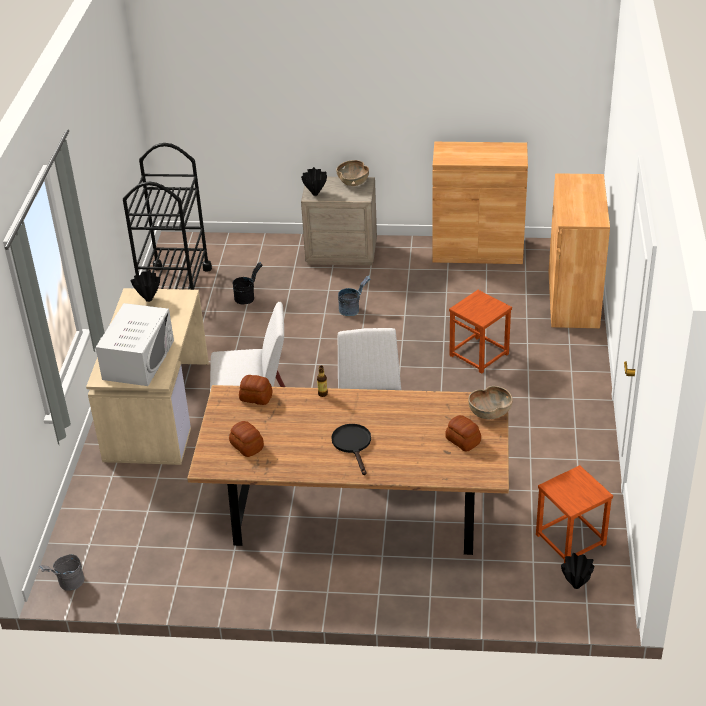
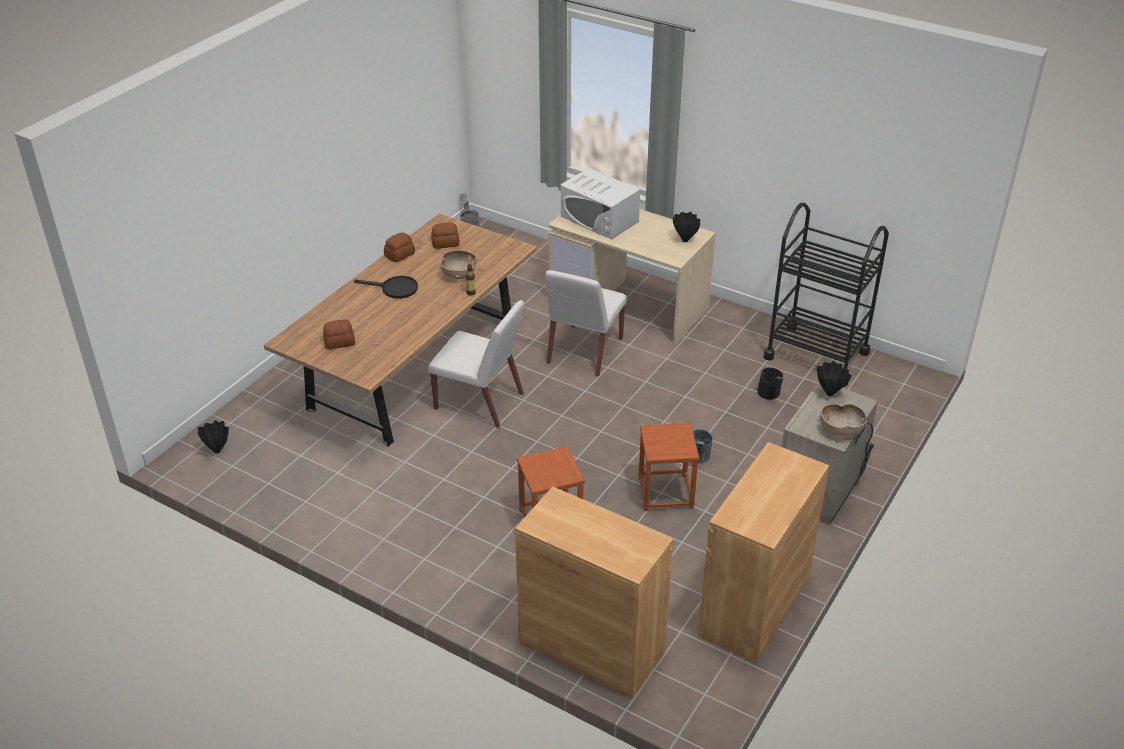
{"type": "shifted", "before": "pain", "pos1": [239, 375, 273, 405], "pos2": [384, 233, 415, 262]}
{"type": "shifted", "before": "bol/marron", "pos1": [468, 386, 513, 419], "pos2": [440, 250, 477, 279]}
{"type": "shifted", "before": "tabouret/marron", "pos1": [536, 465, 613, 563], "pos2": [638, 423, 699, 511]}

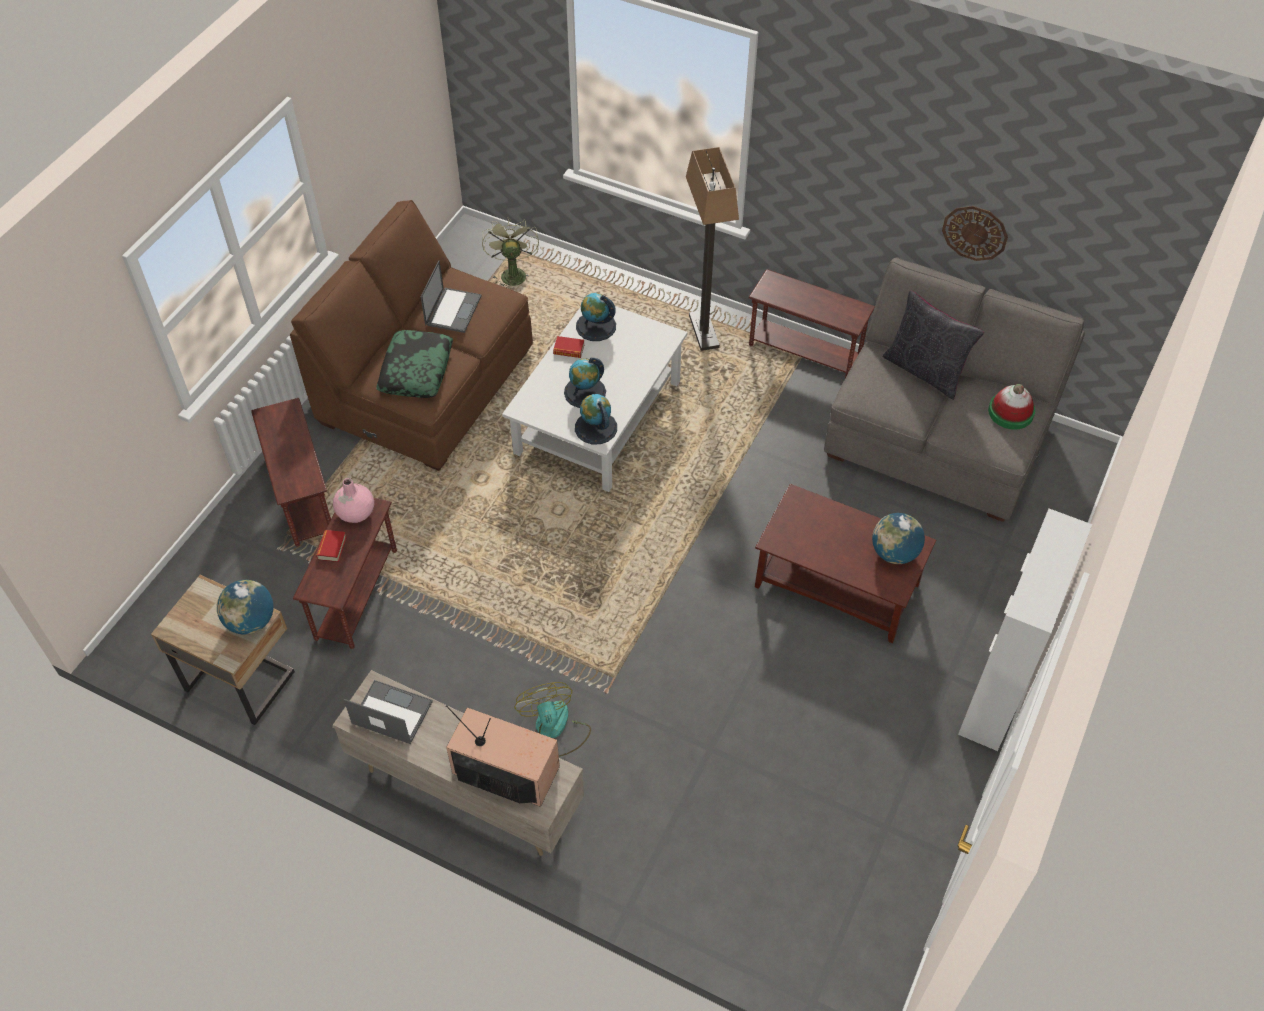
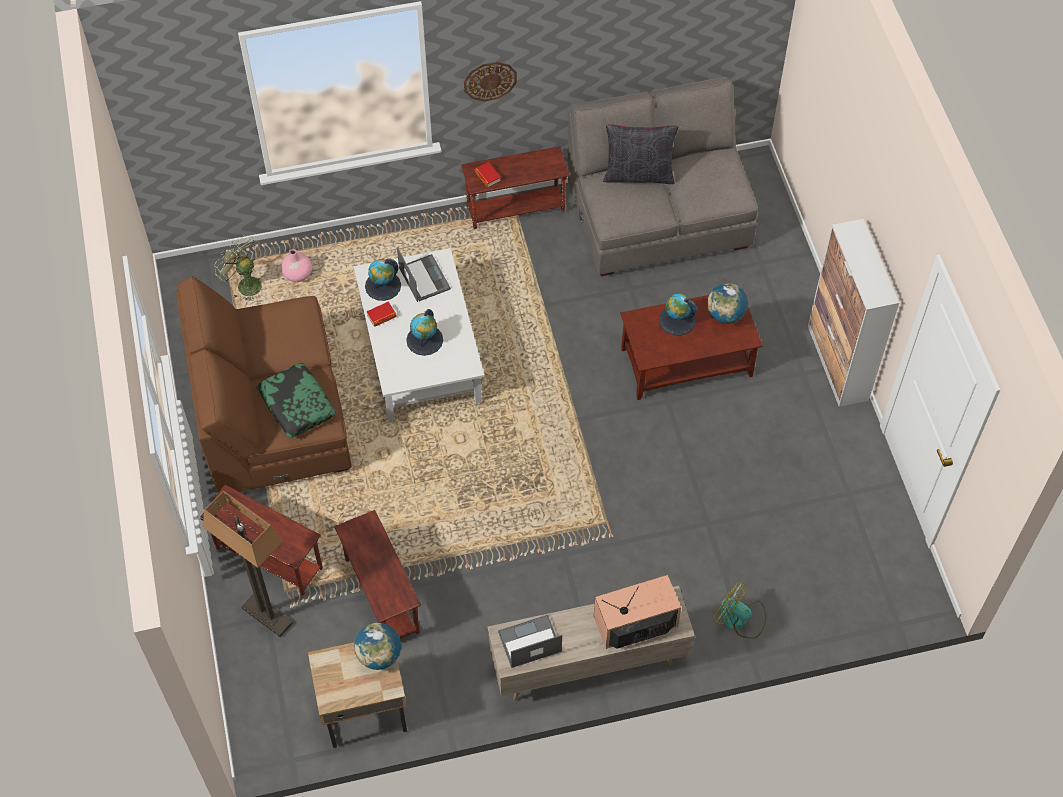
{"type": "gone", "before": "chapeau", "pos1": [988, 384, 1035, 430]}
{"type": "shifted", "before": "livre", "pos1": [316, 530, 347, 562], "pos2": [474, 162, 501, 187]}
{"type": "shifted", "before": "vase/rose", "pos1": [333, 478, 374, 523], "pos2": [281, 249, 312, 282]}
{"type": "shifted", "before": "ordinateur portable", "pos1": [421, 261, 481, 333], "pos2": [397, 247, 451, 302]}
{"type": "shifted", "before": "ventilateur", "pos1": [514, 682, 591, 757], "pos2": [713, 582, 766, 639]}
{"type": "shifted", "before": "globe", "pos1": [575, 394, 617, 444], "pos2": [659, 293, 697, 336]}
{"type": "shifted", "before": "lampadaire", "pos1": [686, 147, 739, 351], "pos2": [203, 490, 293, 637]}
{"type": "shifted", "before": "horloge murale", "pos1": [942, 206, 1008, 261], "pos2": [464, 62, 517, 102]}

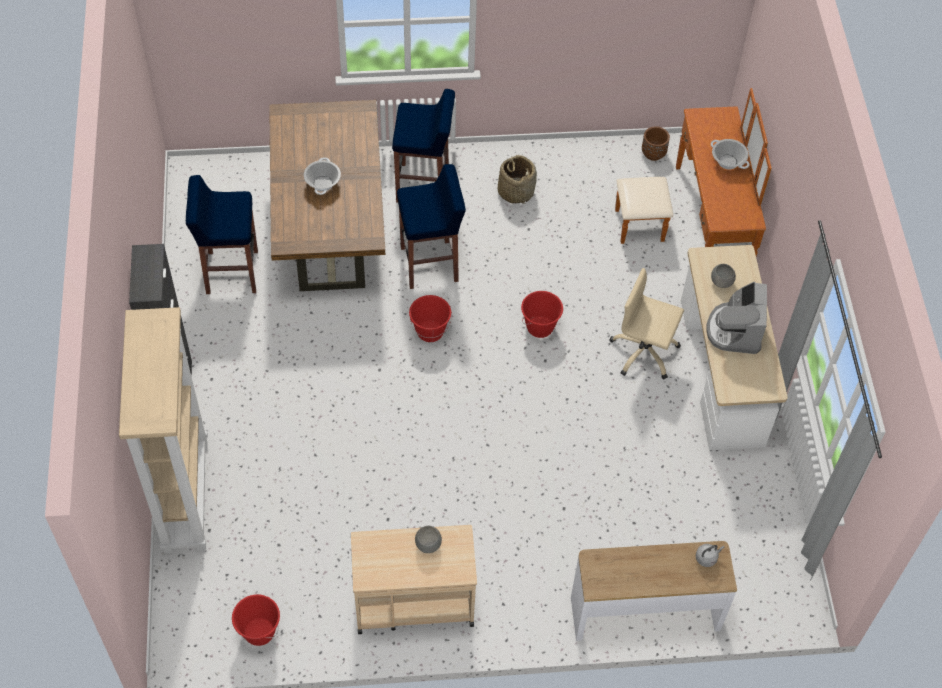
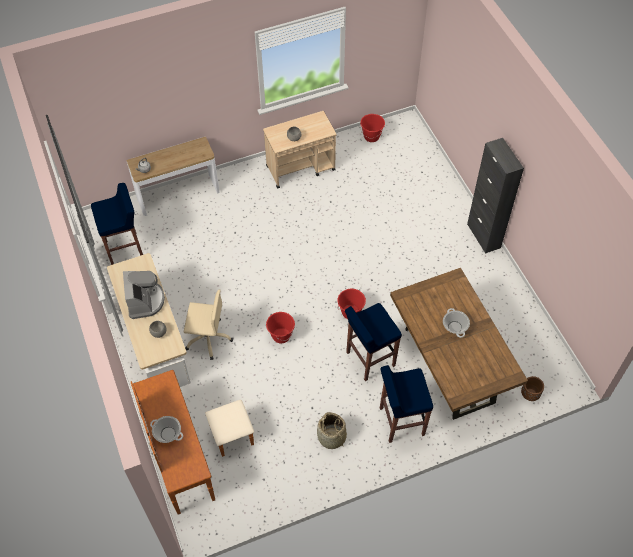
{"type": "gone", "before": "bibliothèque/beige", "pos1": [119, 307, 208, 553]}
{"type": "shifted", "before": "tabouret/bleu", "pos1": [186, 175, 258, 294], "pos2": [91, 183, 143, 265]}
{"type": "shifted", "before": "cache-pot/marron", "pos1": [642, 126, 670, 161], "pos2": [521, 376, 544, 401]}

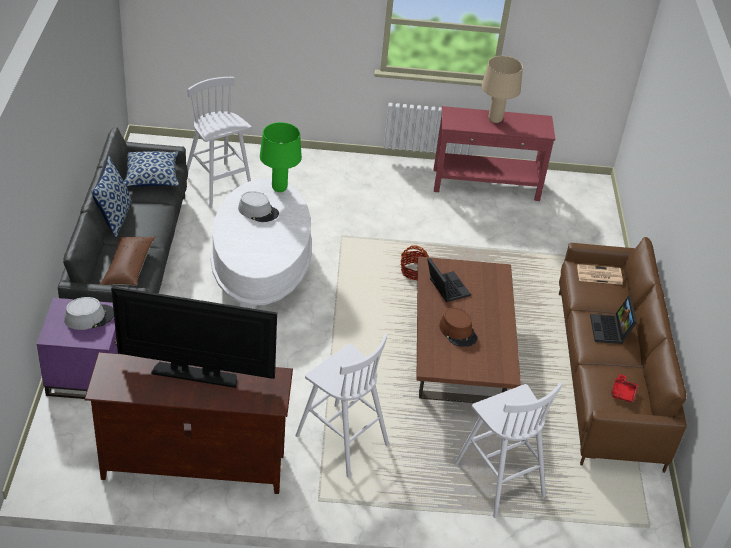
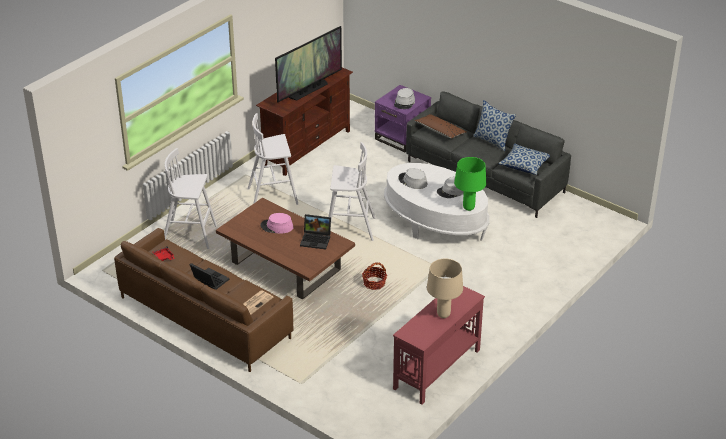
{"type": "new", "after": "chapeau/gris", "pos2": [398, 168, 427, 189]}
{"type": "shifted", "before": "tabouret/blanc", "pos1": [187, 77, 252, 208], "pos2": [328, 142, 375, 241]}
{"type": "repainted", "before": "chapeau/marron", "after": "chapeau/rose", "pos1": [439, 307, 477, 347], "pos2": [260, 213, 293, 234]}

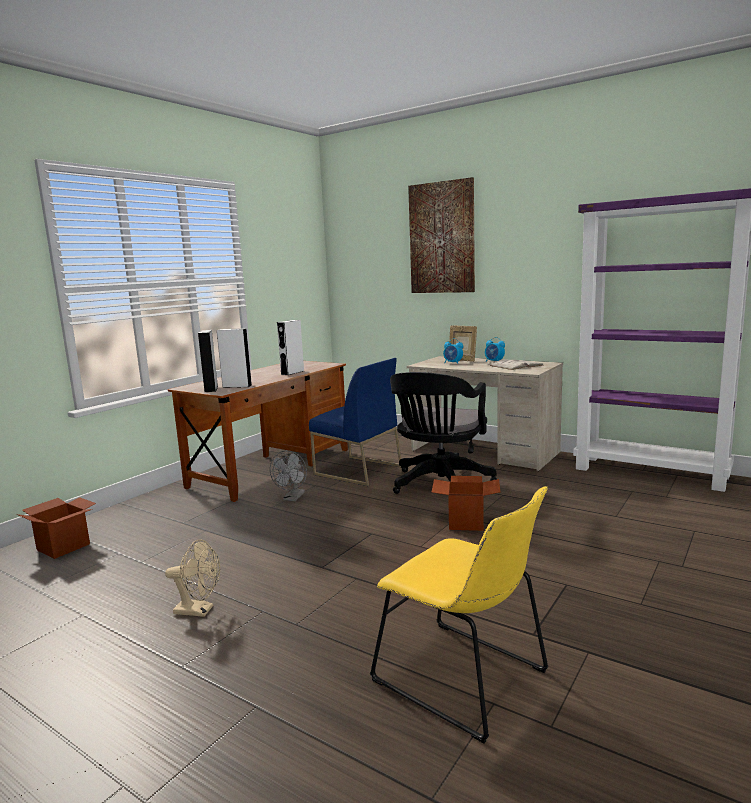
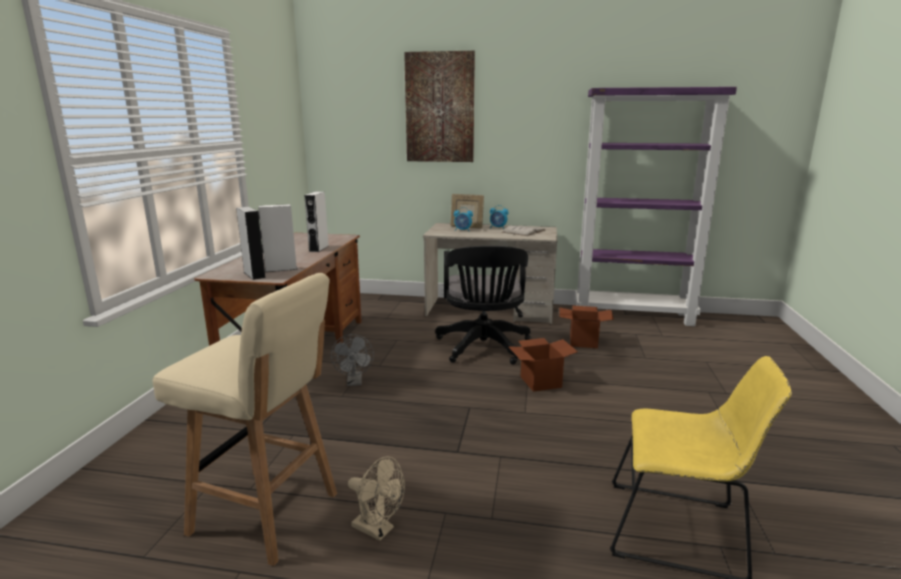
{"type": "gone", "before": "chaise/bleu", "pos1": [309, 358, 401, 486]}
{"type": "new", "after": "tabouret/beige", "pos2": [153, 273, 337, 566]}
{"type": "shifted", "before": "carton", "pos1": [17, 497, 96, 559], "pos2": [559, 305, 614, 348]}
{"type": "rotated", "before": "ventilateur/beige", "pos1": [165, 539, 220, 617], "pos2": [348, 456, 405, 541], "turn": 45}

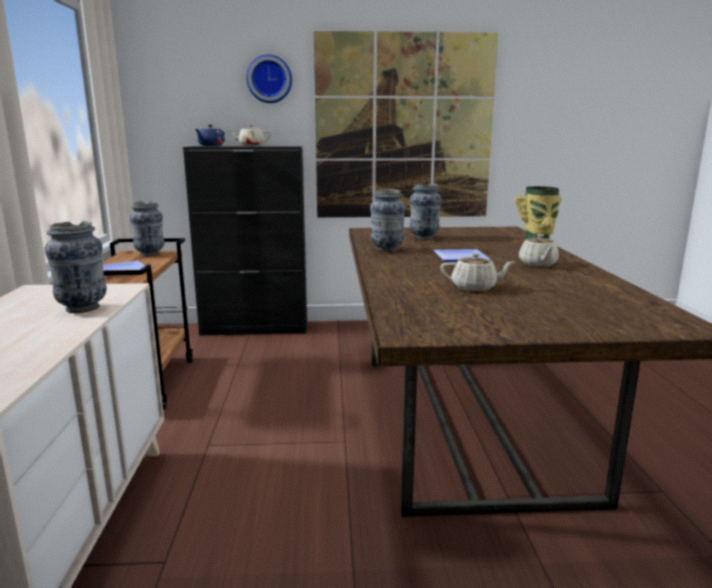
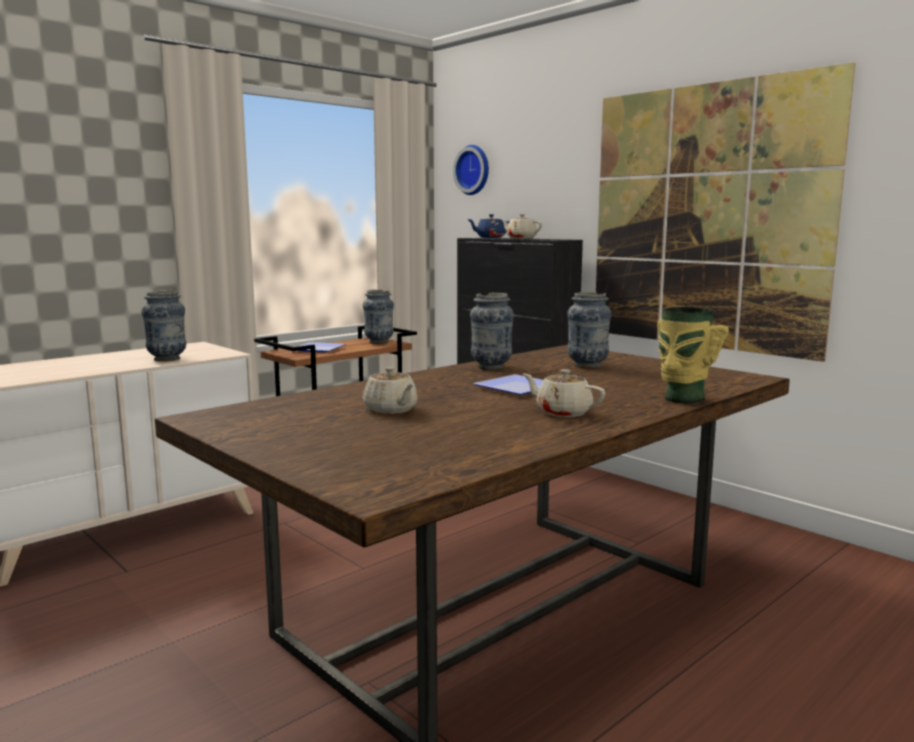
{"type": "shifted", "before": "horloge murale", "pos1": [246, 54, 292, 103], "pos2": [453, 145, 489, 195]}
{"type": "rotated", "before": "théière/beige", "pos1": [519, 234, 559, 267], "pos2": [523, 369, 605, 417], "turn": 75}

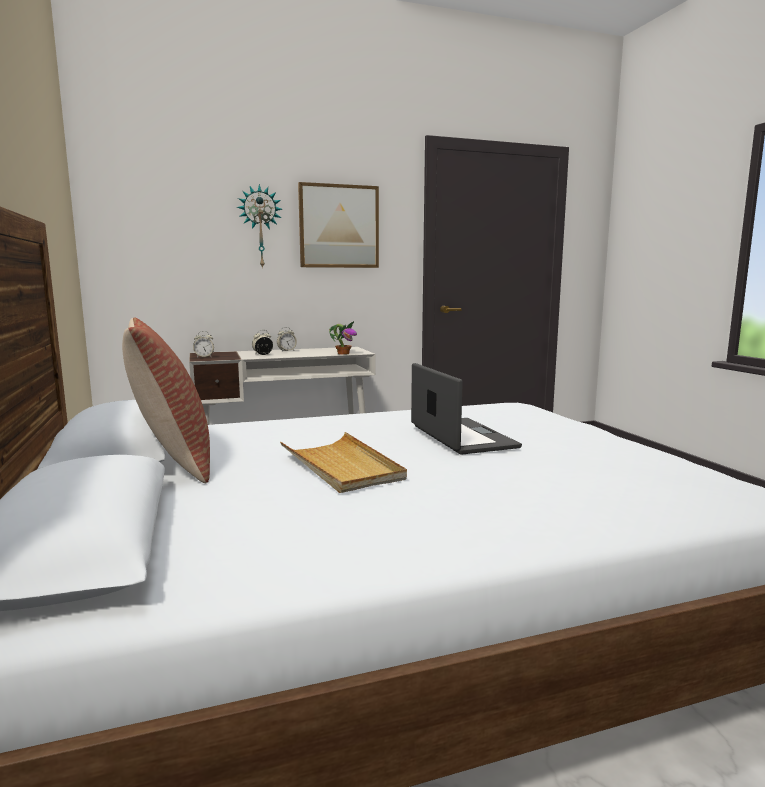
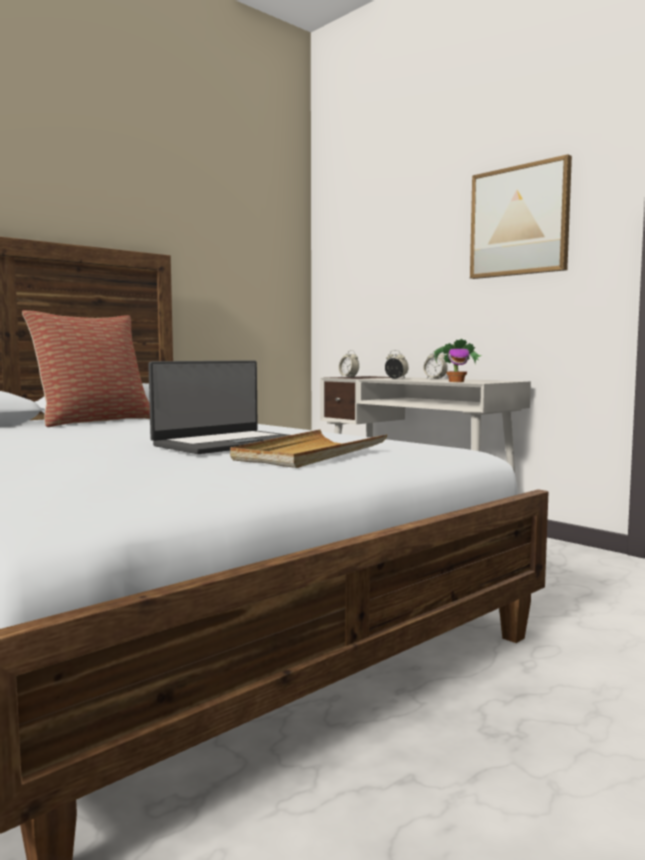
{"type": "gone", "before": "horloge murale", "pos1": [237, 184, 282, 269]}
{"type": "shifted", "before": "plateau/beige", "pos1": [280, 432, 407, 493], "pos2": [230, 429, 387, 468]}

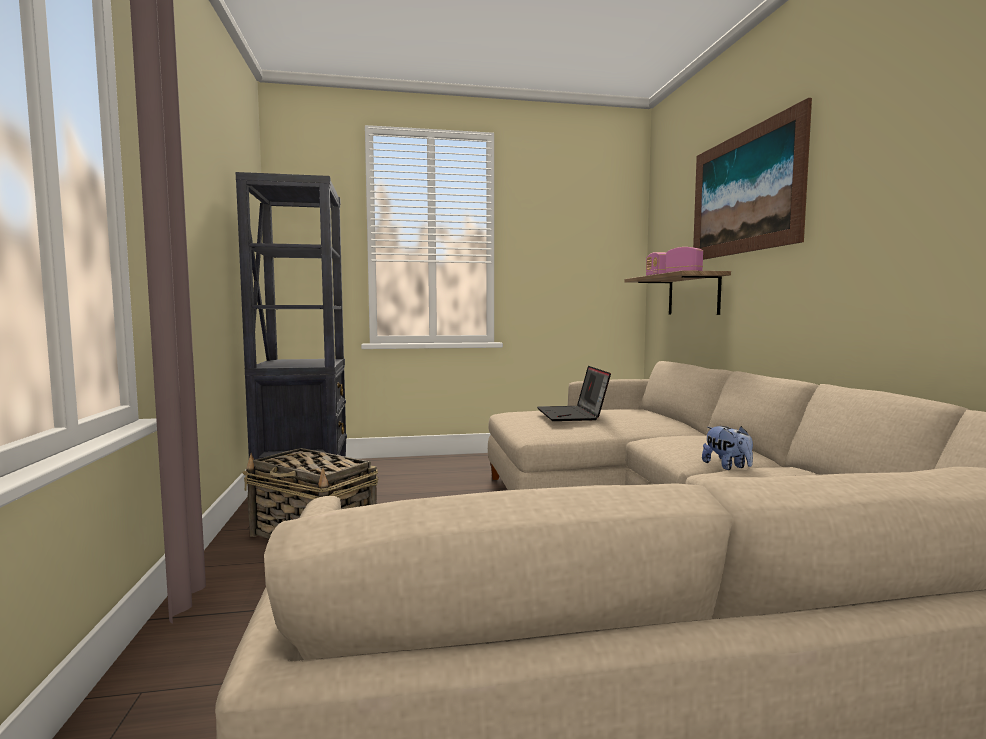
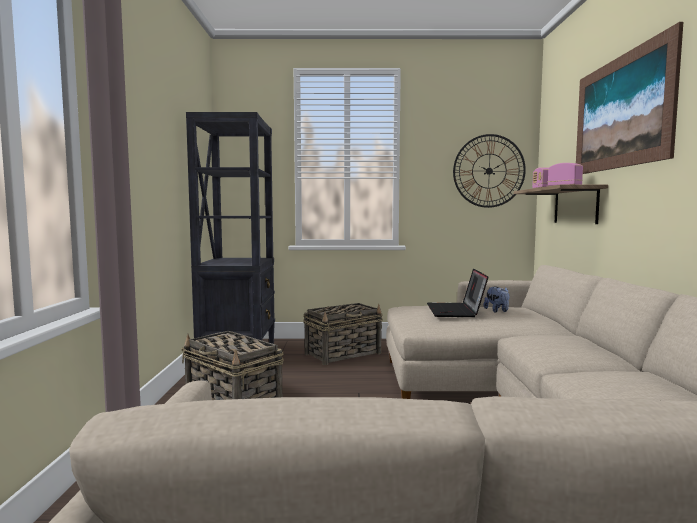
{"type": "new", "after": "panier", "pos2": [303, 303, 383, 365]}
{"type": "new", "after": "horloge murale", "pos2": [453, 134, 526, 208]}
{"type": "shifted", "before": "peluche", "pos1": [702, 426, 753, 470], "pos2": [484, 286, 510, 313]}

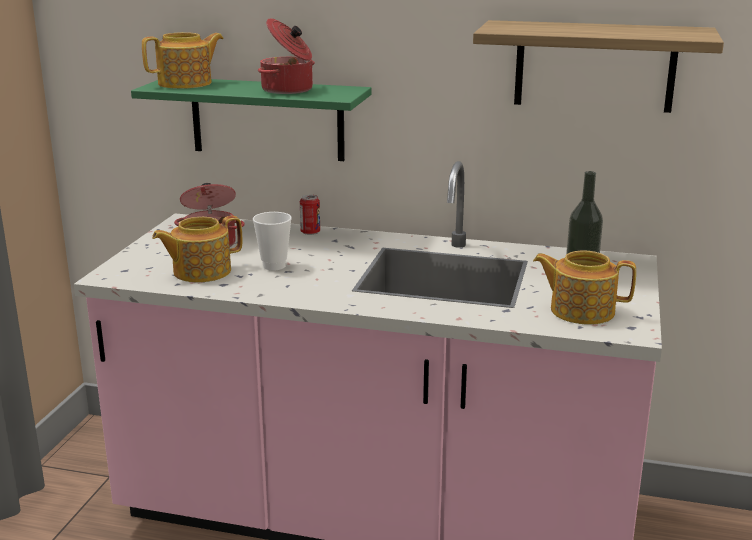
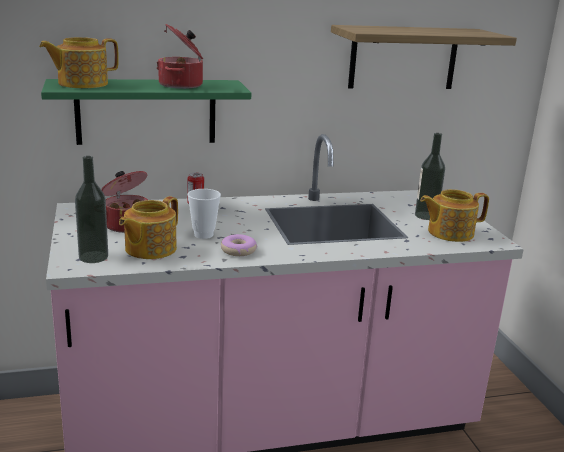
{"type": "new", "after": "bouteille", "pos2": [75, 156, 108, 263]}
{"type": "new", "after": "beignet", "pos2": [221, 234, 257, 256]}
{"type": "rotated", "before": "théière", "pos1": [142, 32, 223, 89], "pos2": [39, 37, 119, 88], "turn": -150}

